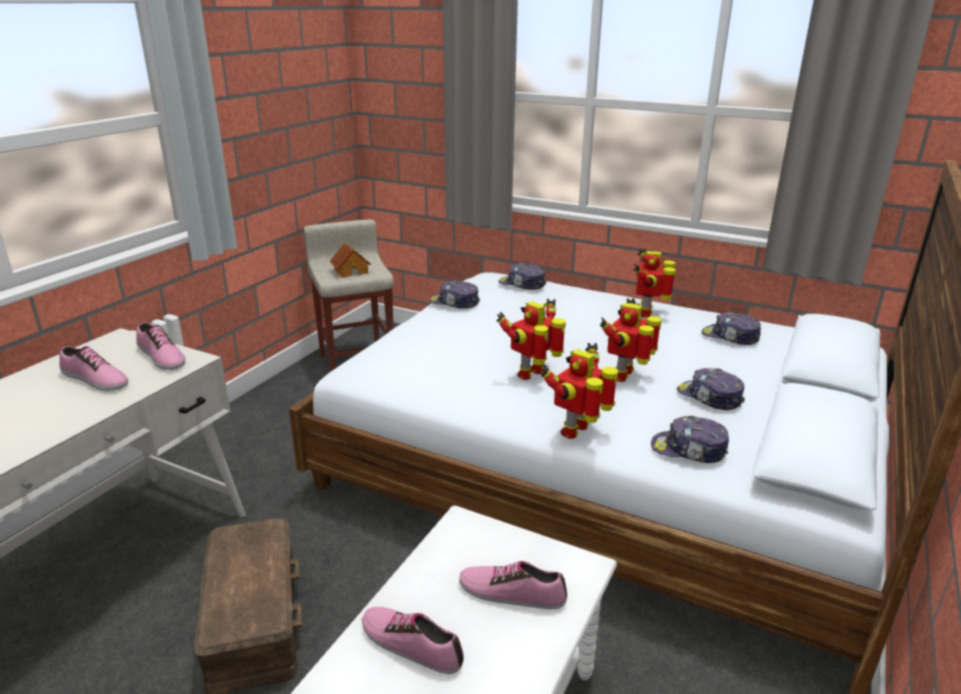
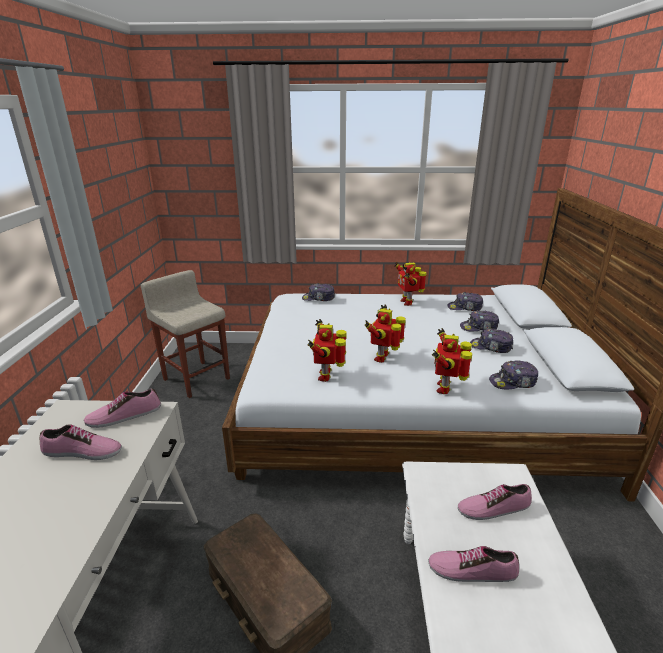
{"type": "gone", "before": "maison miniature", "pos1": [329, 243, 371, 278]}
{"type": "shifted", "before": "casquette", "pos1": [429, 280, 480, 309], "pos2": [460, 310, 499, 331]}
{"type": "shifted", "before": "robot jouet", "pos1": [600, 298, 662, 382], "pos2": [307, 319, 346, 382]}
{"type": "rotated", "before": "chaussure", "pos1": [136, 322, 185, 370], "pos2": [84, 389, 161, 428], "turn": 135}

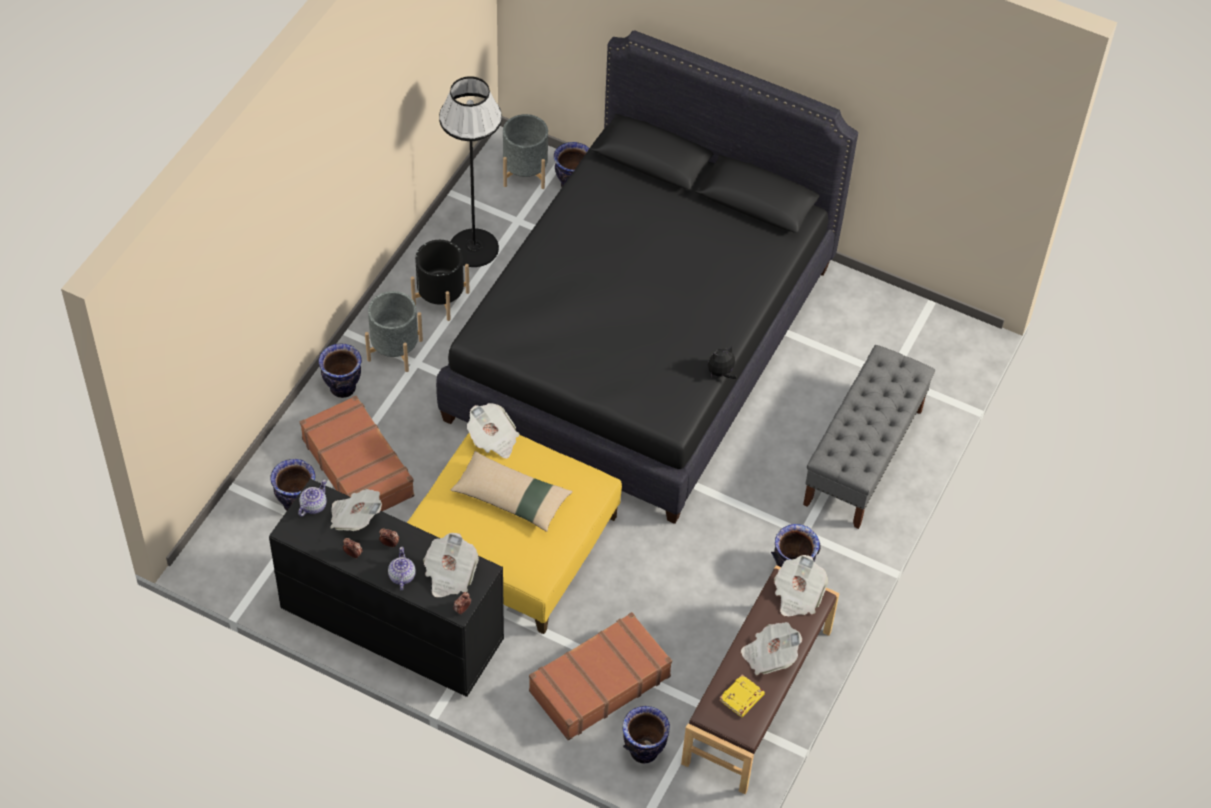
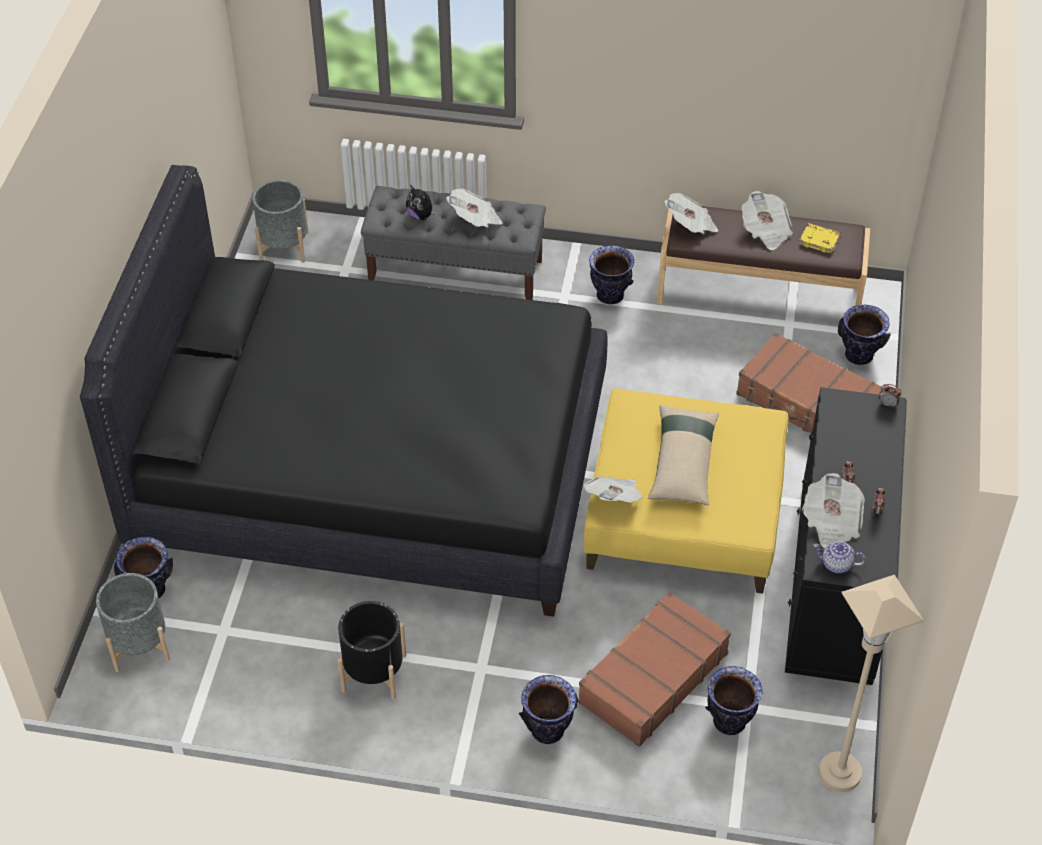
{"type": "gone", "before": "théière", "pos1": [388, 547, 416, 590]}
{"type": "gone", "before": "lampadaire/noir", "pos1": [439, 76, 502, 267]}
{"type": "new", "after": "lampadaire/beige", "pos2": [819, 575, 924, 792]}
{"type": "shifted", "before": "cache-pot/gris", "pos1": [365, 291, 423, 372], "pos2": [252, 180, 309, 263]}
{"type": "shifted", "before": "journal", "pos1": [423, 533, 479, 597], "pos2": [446, 188, 503, 227]}
{"type": "shifted", "before": "peluche", "pos1": [708, 346, 737, 379], "pos2": [406, 185, 437, 220]}

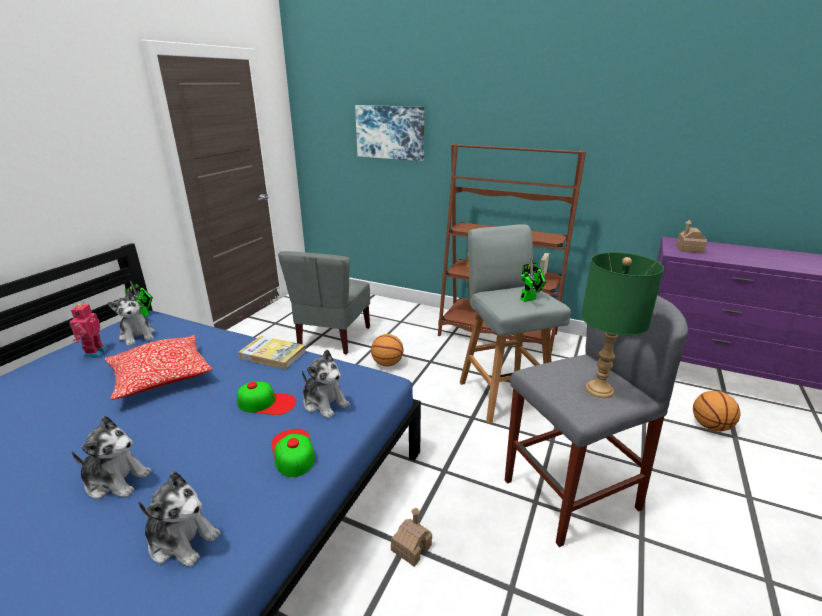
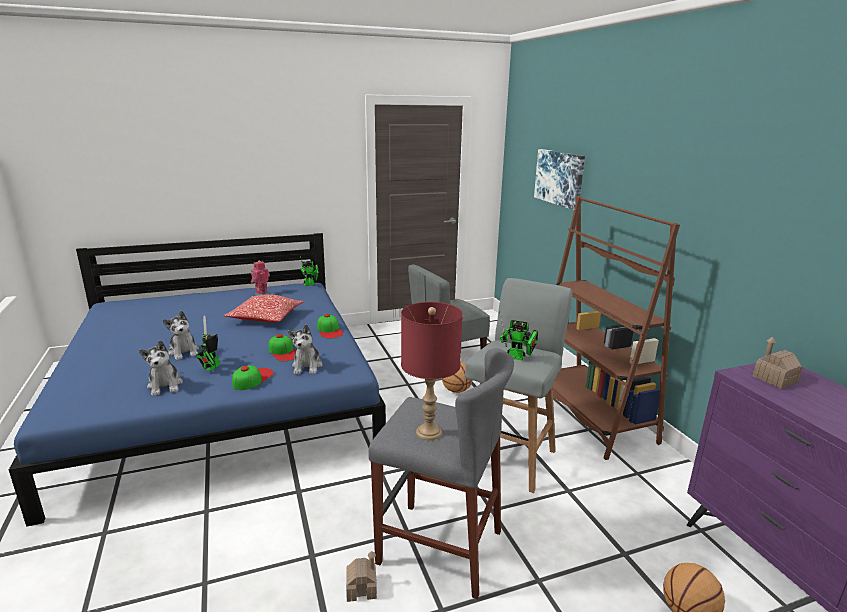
{"type": "gone", "before": "peluche", "pos1": [107, 291, 155, 346]}
{"type": "new", "after": "robot jouet", "pos2": [196, 315, 220, 371]}
{"type": "shifted", "before": "maison miniature", "pos1": [391, 508, 432, 567], "pos2": [346, 551, 377, 602]}
{"type": "swapped", "before": "livre", "after": "casquette", "pos1": [238, 336, 306, 369], "pos2": [317, 314, 343, 338]}
{"type": "repainted", "before": "lampe de table/vert", "after": "lampe de table/rouge", "pos1": [581, 252, 664, 398], "pos2": [401, 302, 463, 440]}

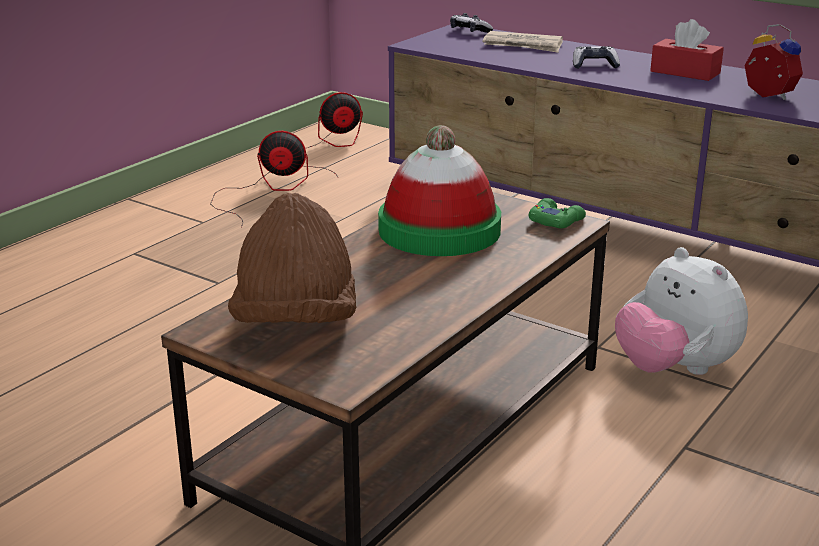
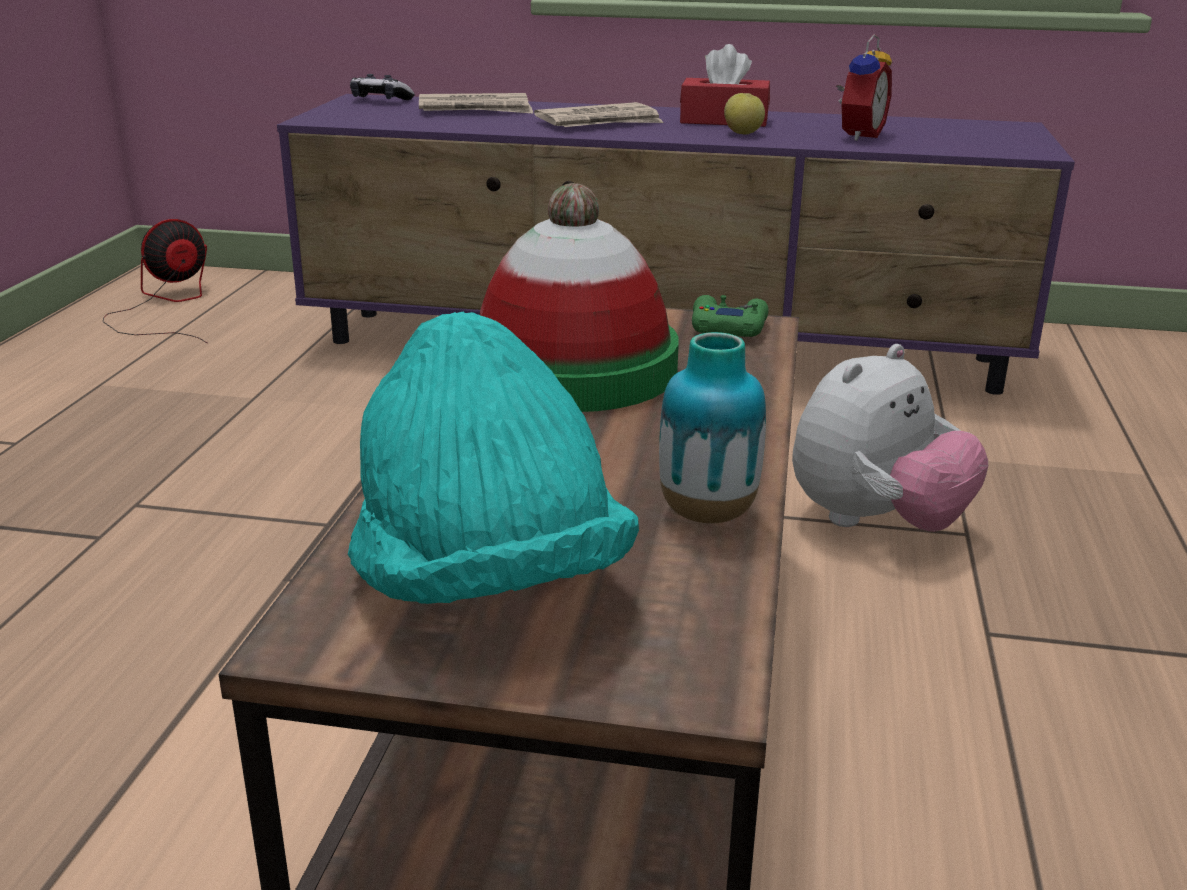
{"type": "gone", "before": "ventilateur", "pos1": [210, 131, 308, 228]}
{"type": "new", "after": "vase", "pos2": [659, 332, 766, 523]}
{"type": "new", "after": "pomme", "pos2": [724, 93, 765, 134]}
{"type": "swapped", "before": "manette", "after": "journal", "pos1": [573, 46, 620, 69], "pos2": [534, 102, 663, 127]}
{"type": "repainted", "before": "chapeau/marron", "after": "chapeau/turquoise", "pos1": [228, 193, 356, 323], "pos2": [348, 312, 639, 604]}
{"type": "rotated", "before": "peluche", "pos1": [615, 247, 748, 375], "pos2": [792, 344, 988, 532], "turn": -75}
{"type": "rotated", "before": "réveil", "pos1": [745, 24, 803, 100], "pos2": [835, 34, 892, 141], "turn": 90}

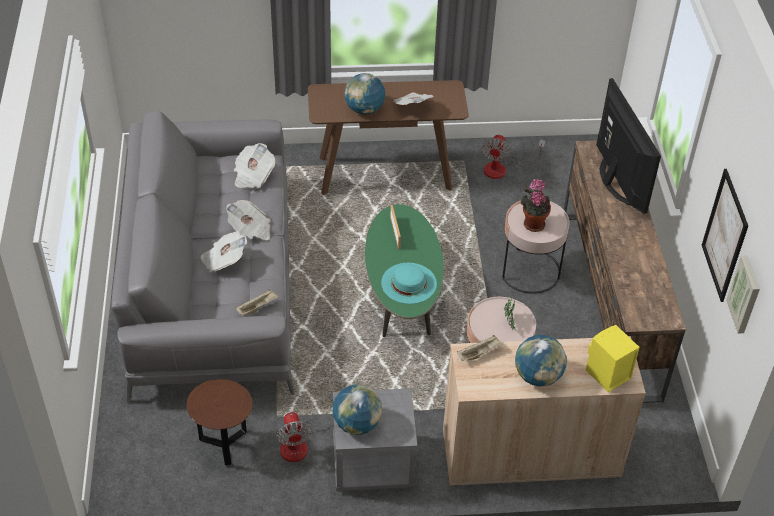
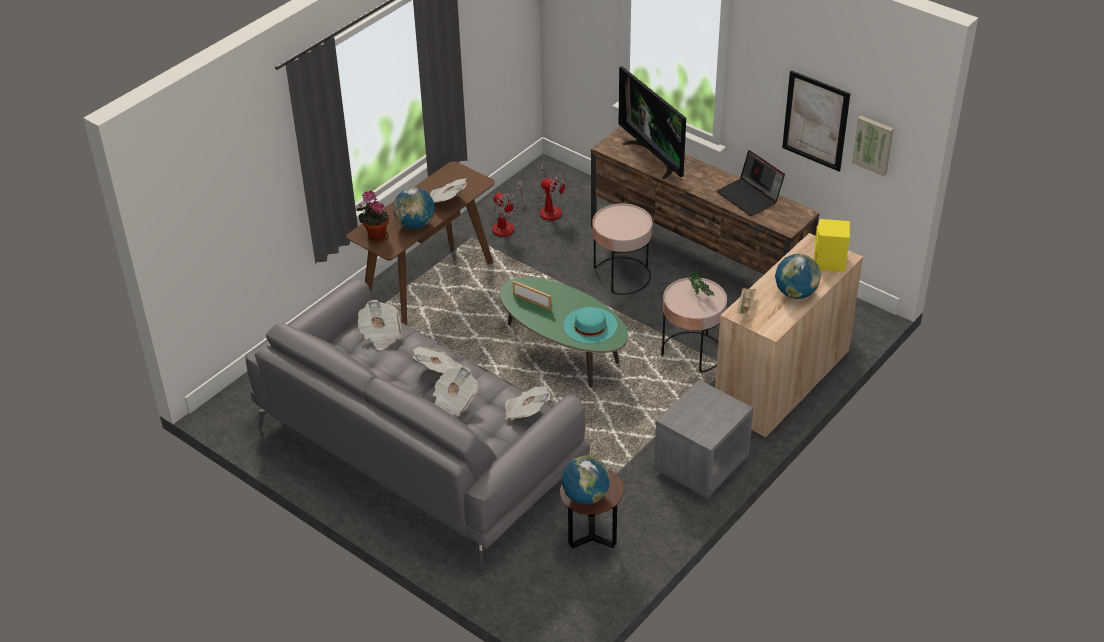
{"type": "new", "after": "ordinateur portable", "pos2": [717, 150, 785, 216]}
{"type": "shifted", "before": "ventilateur", "pos1": [277, 393, 334, 462], "pos2": [536, 165, 567, 221]}
{"type": "shifted", "before": "globe", "pos1": [332, 384, 382, 435], "pos2": [561, 456, 610, 504]}
{"type": "shifted", "before": "plante en pot", "pos1": [521, 179, 551, 232], "pos2": [357, 191, 389, 243]}
{"type": "swapped", "before": "plateau/beige", "after": "journal", "pos1": [236, 289, 278, 316], "pos2": [505, 386, 550, 419]}
{"type": "rotated", "before": "téléviseur", "pos1": [596, 78, 661, 214], "pos2": [619, 66, 686, 180], "turn": -150}

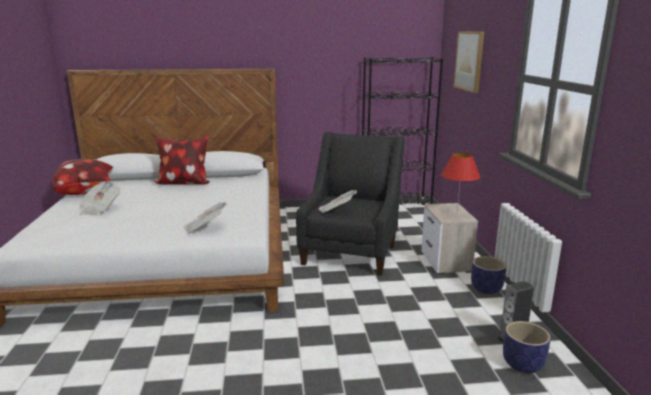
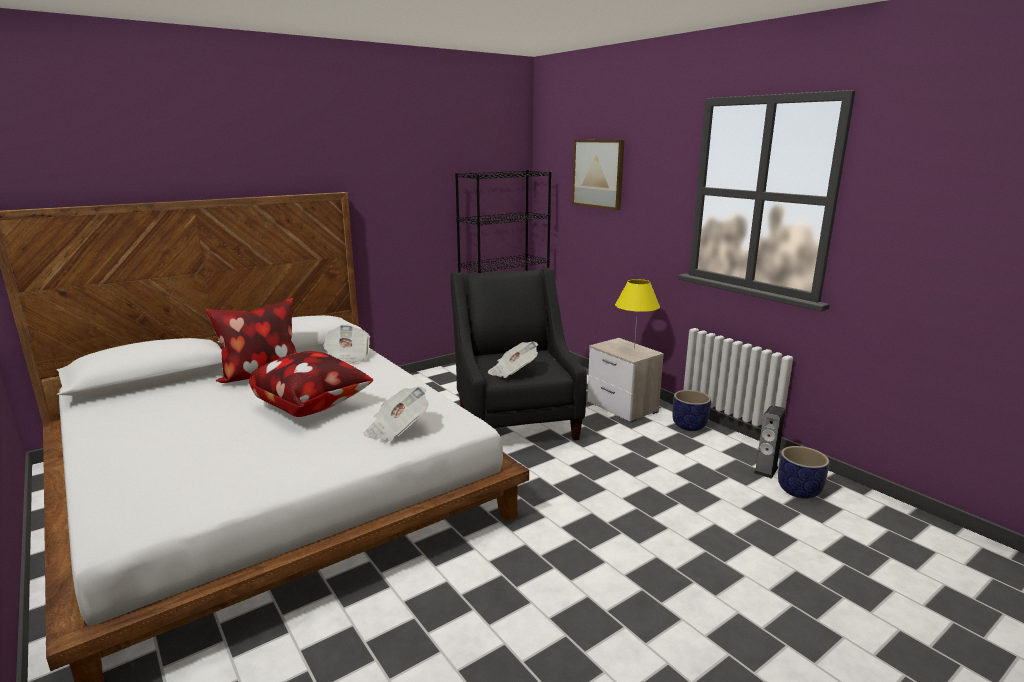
{"type": "shifted", "before": "coussin", "pos1": [52, 159, 113, 195], "pos2": [249, 351, 374, 417]}
{"type": "shifted", "before": "journal", "pos1": [80, 181, 120, 215], "pos2": [323, 325, 370, 365]}
{"type": "repainted", "before": "lampe de table/rouge", "after": "lampe de table/jaune", "pos1": [441, 153, 480, 211], "pos2": [615, 279, 660, 349]}

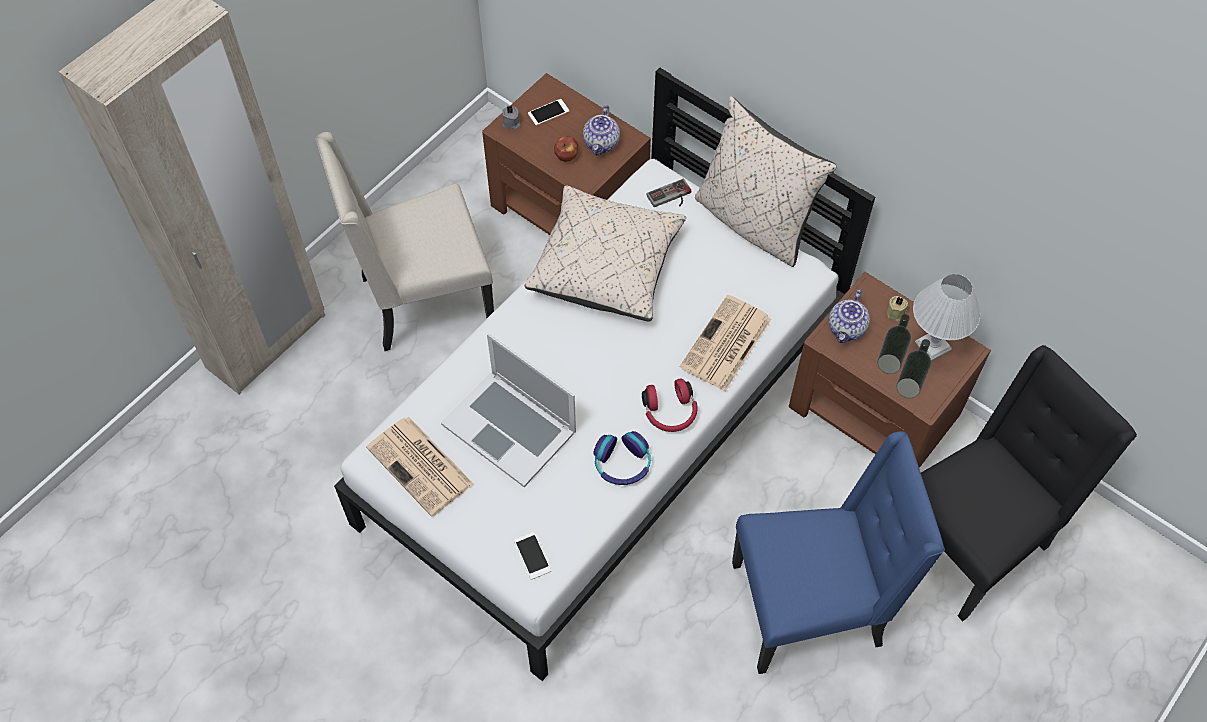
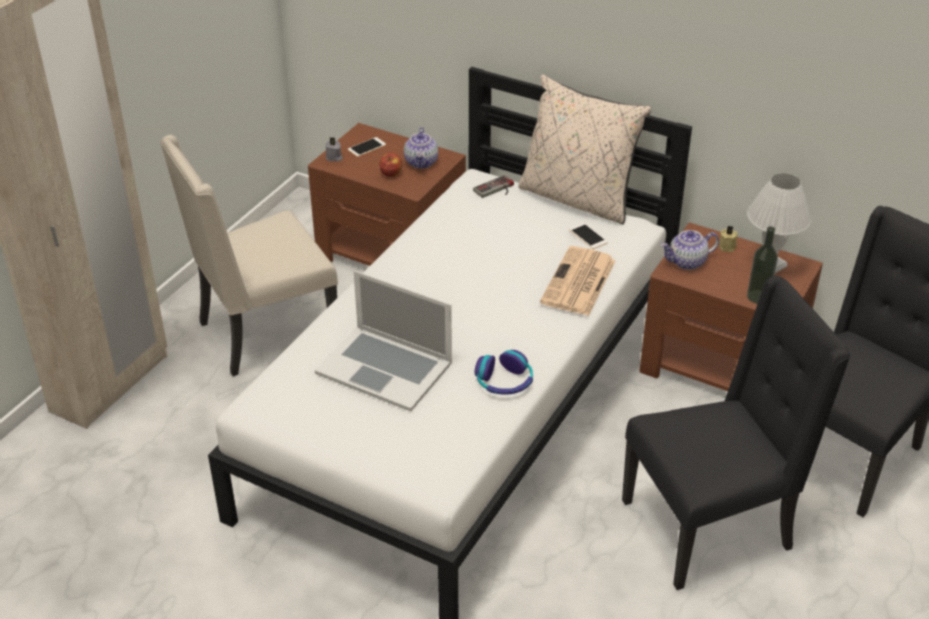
{"type": "gone", "before": "journal", "pos1": [366, 417, 474, 517]}
{"type": "gone", "before": "coussin/beige", "pos1": [525, 186, 686, 321]}
{"type": "gone", "before": "casque audio/rouge", "pos1": [642, 378, 698, 432]}
{"type": "gone", "before": "bouteille", "pos1": [878, 314, 911, 374]}
{"type": "shifted", "before": "téléphone", "pos1": [514, 532, 552, 580], "pos2": [569, 223, 608, 249]}
{"type": "repainted", "before": "chaise/bleu", "after": "chaise/noir", "pos1": [732, 431, 945, 674], "pos2": [622, 276, 851, 590]}
{"type": "rotated", "before": "théière", "pos1": [829, 289, 870, 343], "pos2": [661, 230, 719, 270], "turn": 60}

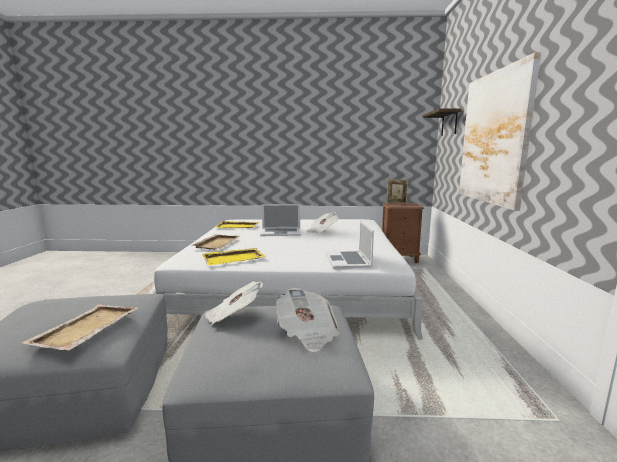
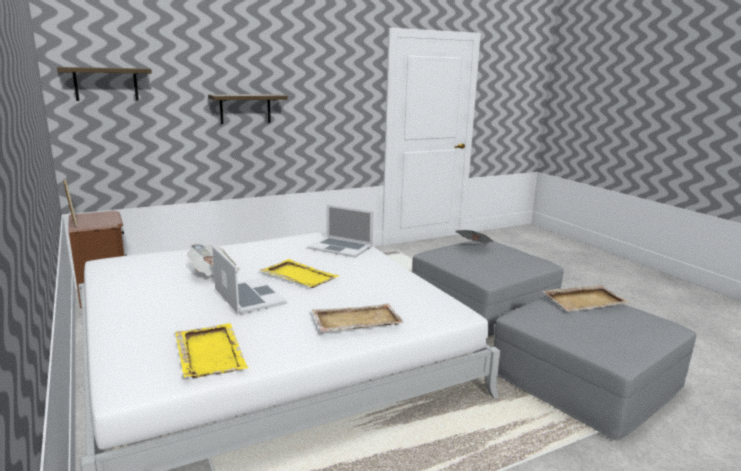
{"type": "gone", "before": "journal", "pos1": [205, 281, 263, 325]}
{"type": "shifted", "before": "plateau/jaune", "pos1": [202, 248, 265, 265], "pos2": [260, 259, 340, 288]}
{"type": "swapped", "before": "tableau", "after": "étagère", "pos1": [459, 52, 541, 211], "pos2": [208, 94, 288, 124]}
{"type": "rotated", "before": "ordinateur portable", "pos1": [326, 220, 374, 269], "pos2": [307, 205, 373, 258], "turn": 60}

